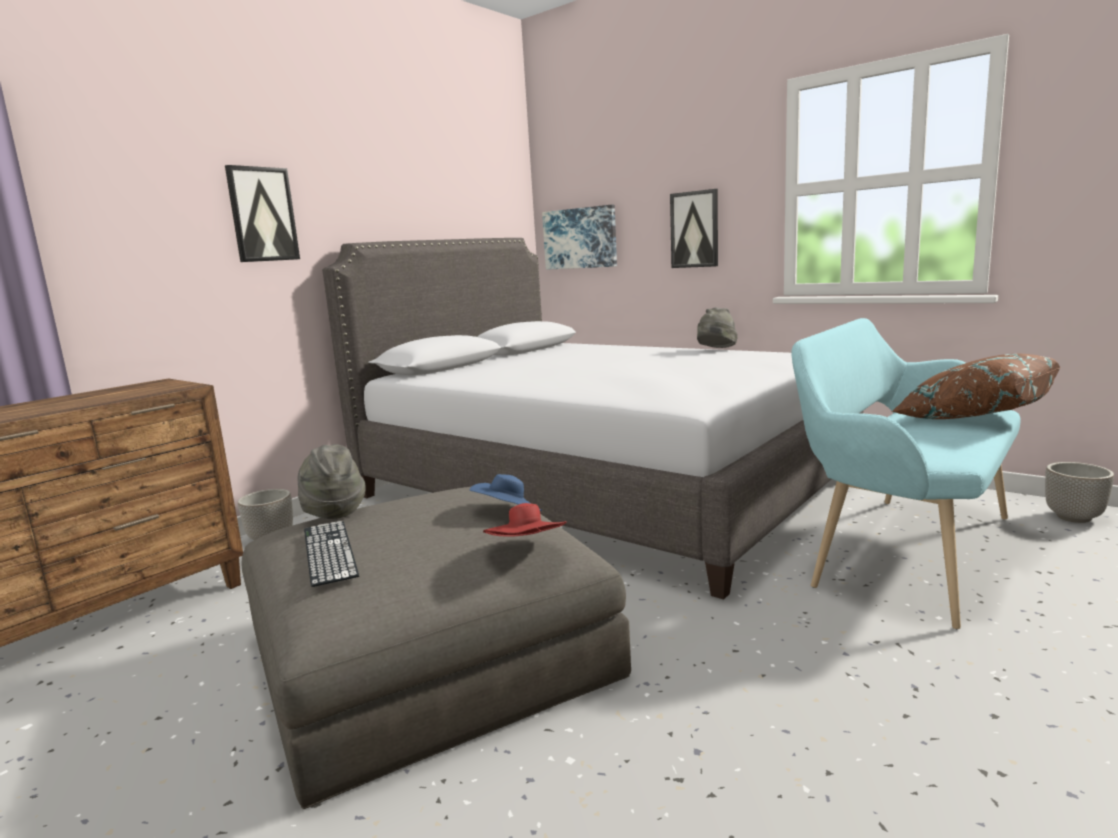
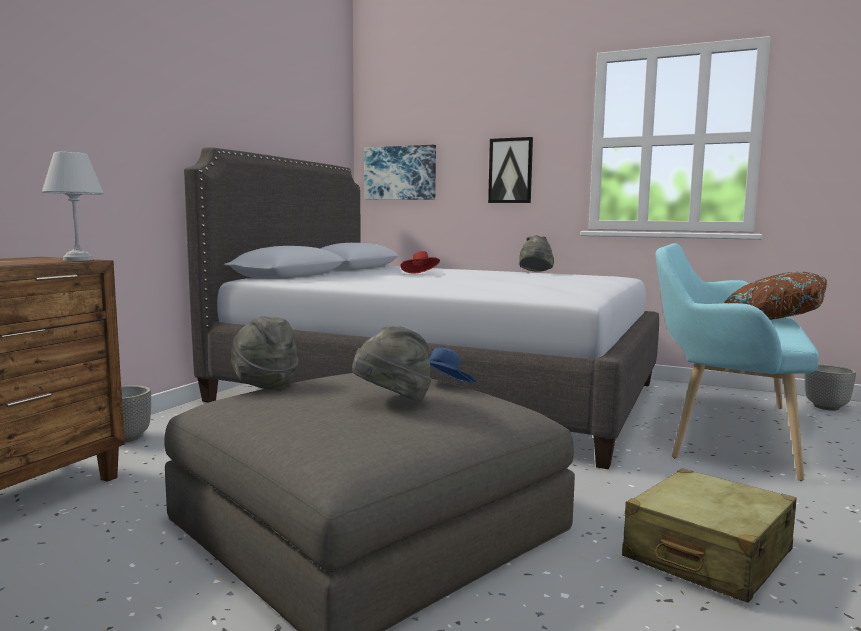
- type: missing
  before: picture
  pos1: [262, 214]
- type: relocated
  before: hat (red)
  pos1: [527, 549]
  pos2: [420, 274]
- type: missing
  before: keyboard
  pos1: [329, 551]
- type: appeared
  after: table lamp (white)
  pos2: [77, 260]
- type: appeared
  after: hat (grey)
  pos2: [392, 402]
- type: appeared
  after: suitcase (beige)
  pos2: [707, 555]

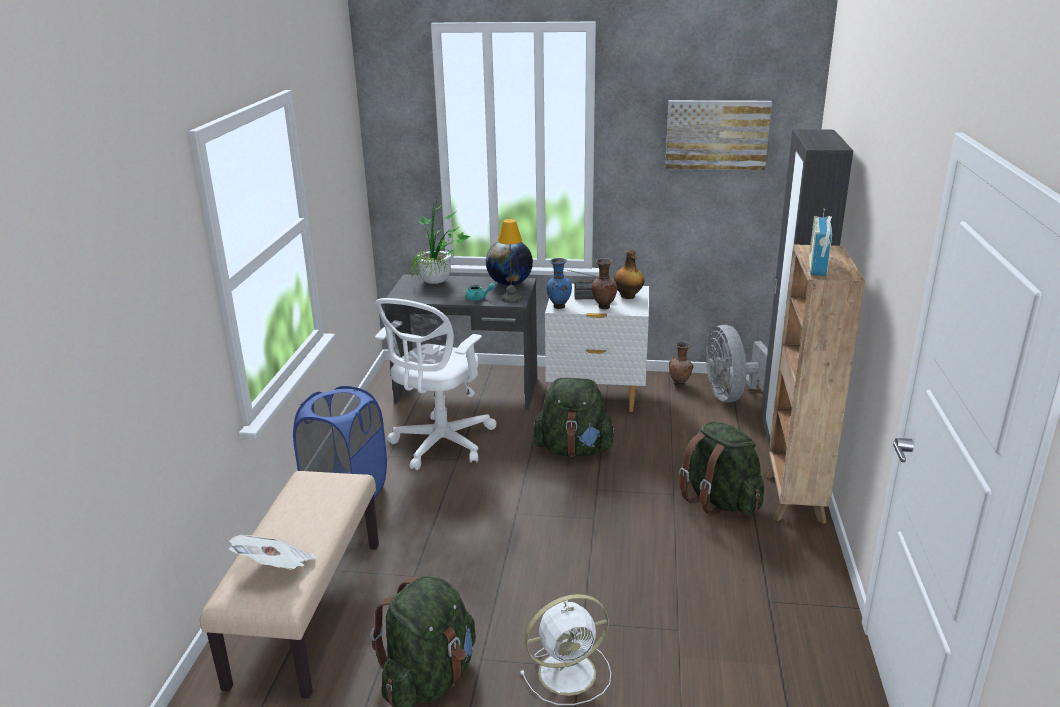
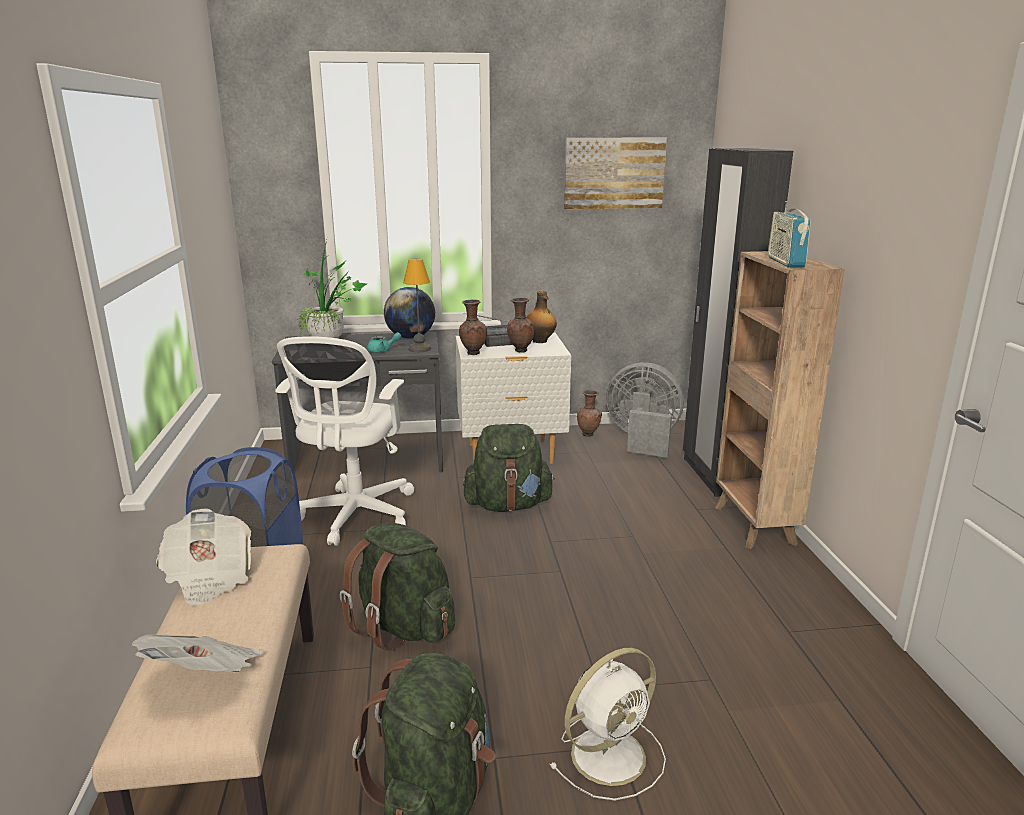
- type: colour
  before: vase (blue)
  after: vase (brown)
  pos1: [558, 306]
  pos2: [472, 353]
- type: spun
  before: fan (grey)
  pos1: [731, 395]
  pos2: [642, 440]
  turn: 135
- type: relocated
  before: backpack (green)
  pos1: [720, 501]
  pos2: [403, 627]
- type: appeared
  after: newspaper
  pos2: [209, 577]

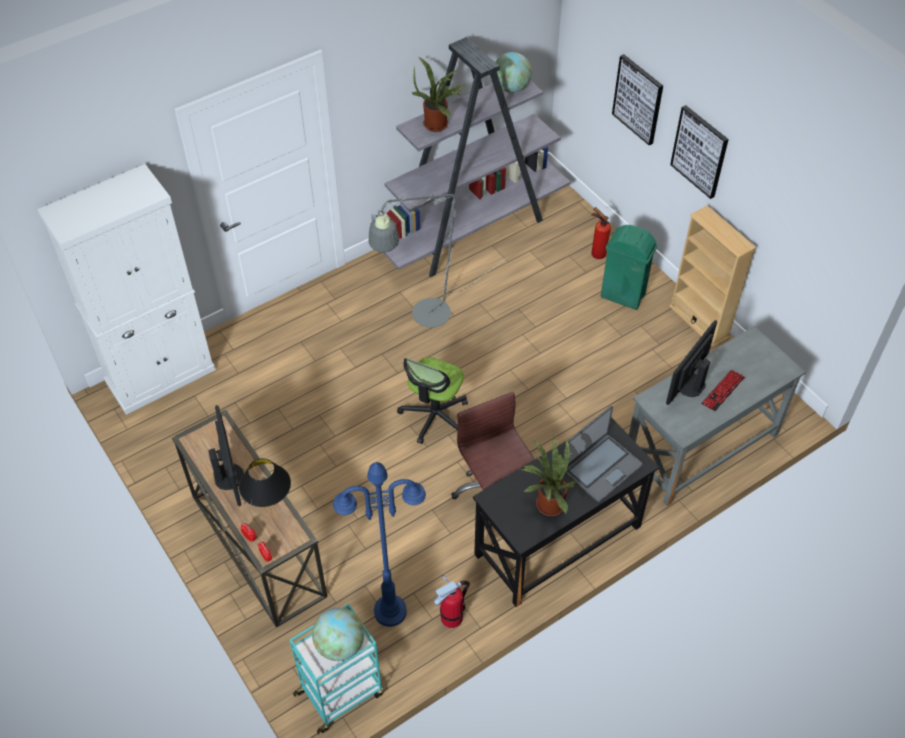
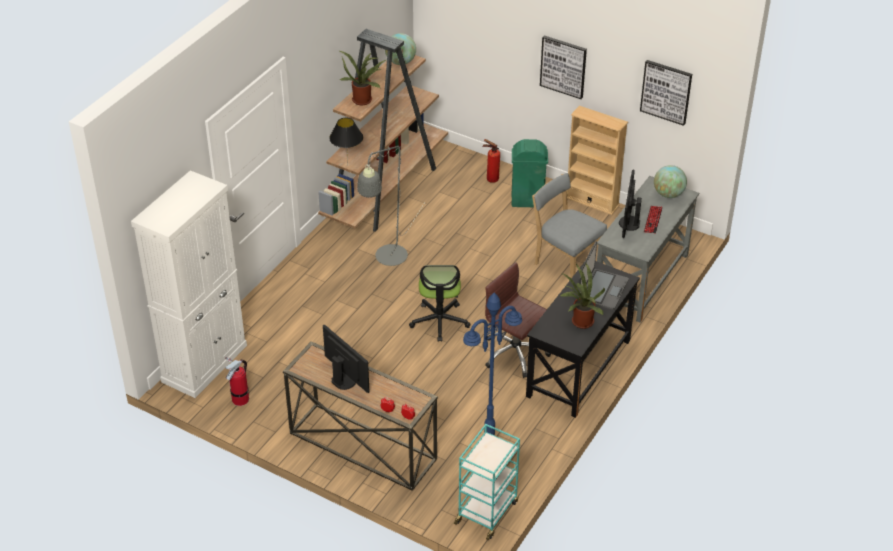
- type: colour
  before: bookcase (grey)
  after: bookcase (brown)
  pos1: [472, 229]
  pos2: [385, 190]
- type: relocated
  before: picture
  pos1: [638, 99]
  pos2: [666, 91]
- type: relocated
  before: table lamp (black)
  pos1: [271, 512]
  pos2: [348, 165]
- type: relocated
  before: fire extinguisher
  pos1: [451, 617]
  pos2: [240, 399]
- type: relocated
  before: globe
  pos1: [340, 645]
  pos2: [668, 194]
- type: appeared
  after: chair (grey)
  pos2: [565, 262]

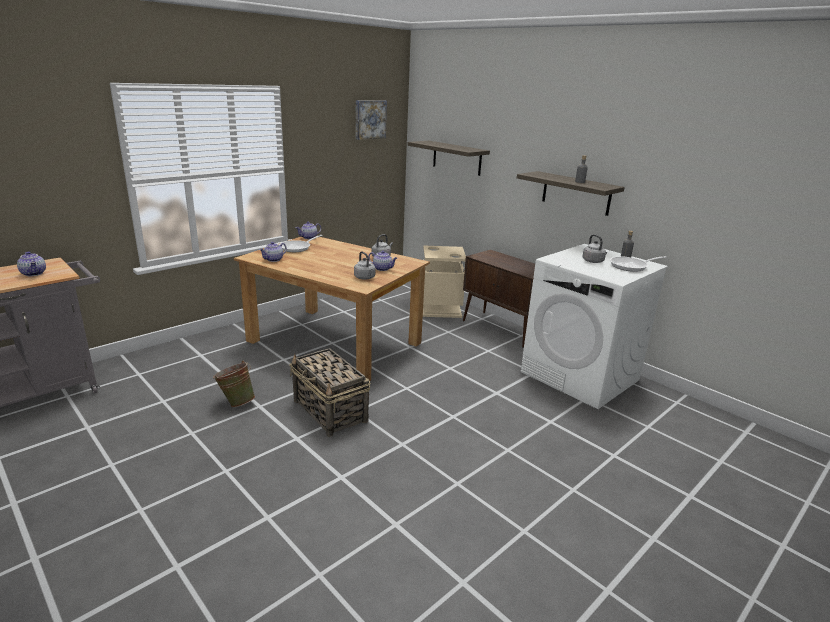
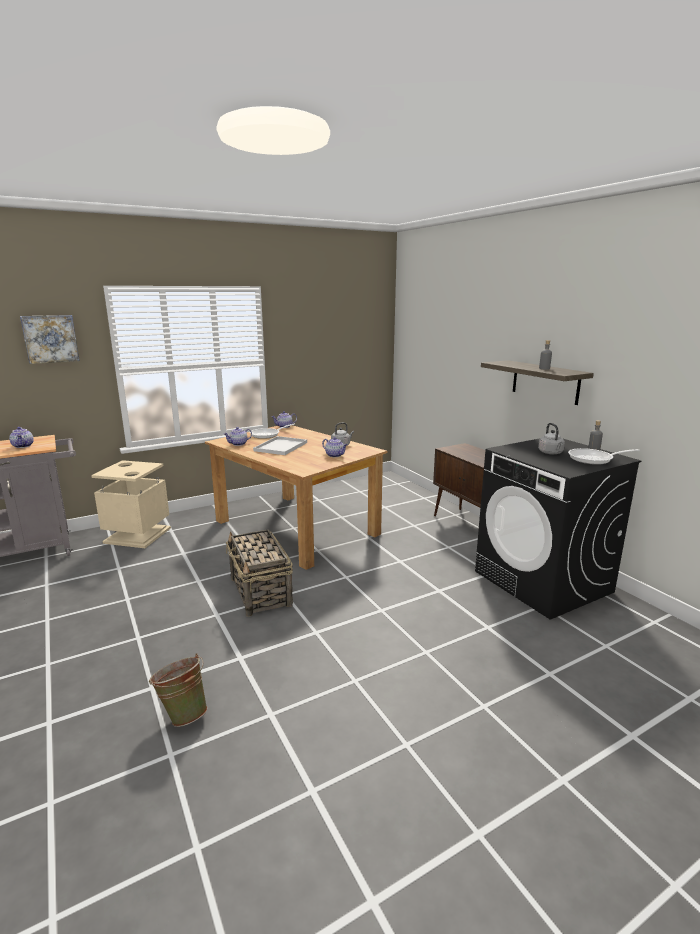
- type: relocated
  before: picture
  pos1: [369, 119]
  pos2: [50, 339]
- type: missing
  before: shelf
  pos1: [457, 158]
- type: colour
  before: washing machine (white)
  after: washing machine (black)
  pos1: [580, 376]
  pos2: [543, 582]
- type: relocated
  before: trash can (beige)
  pos1: [440, 309]
  pos2: [137, 535]
- type: missing
  before: kettle (grey)
  pos1: [365, 278]
- type: relocated
  before: bucket (green)
  pos1: [236, 402]
  pos2: [183, 714]
- type: appeared
  after: tray (white)
  pos2: [281, 447]

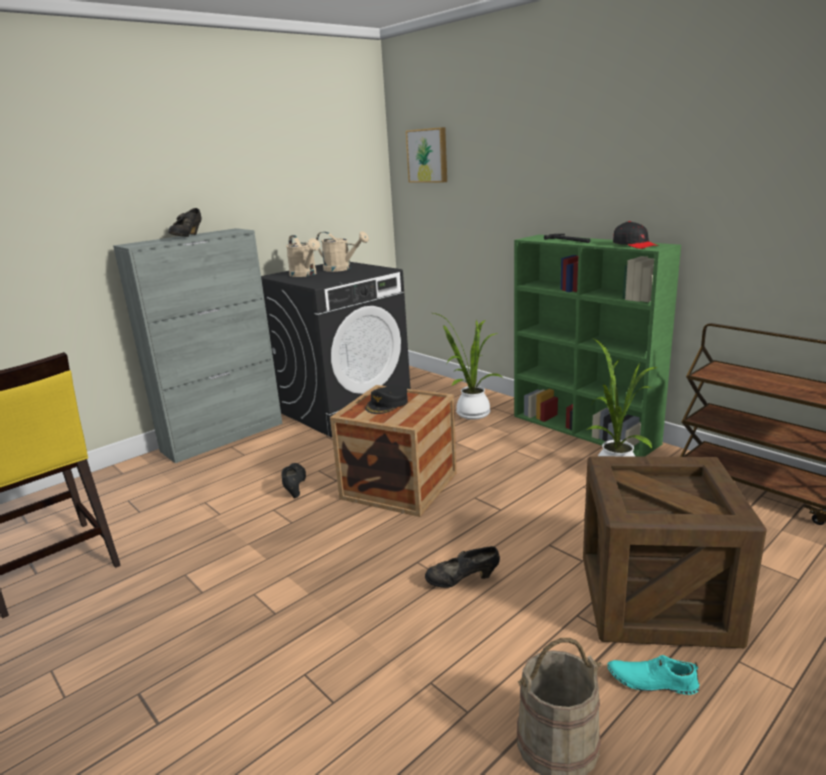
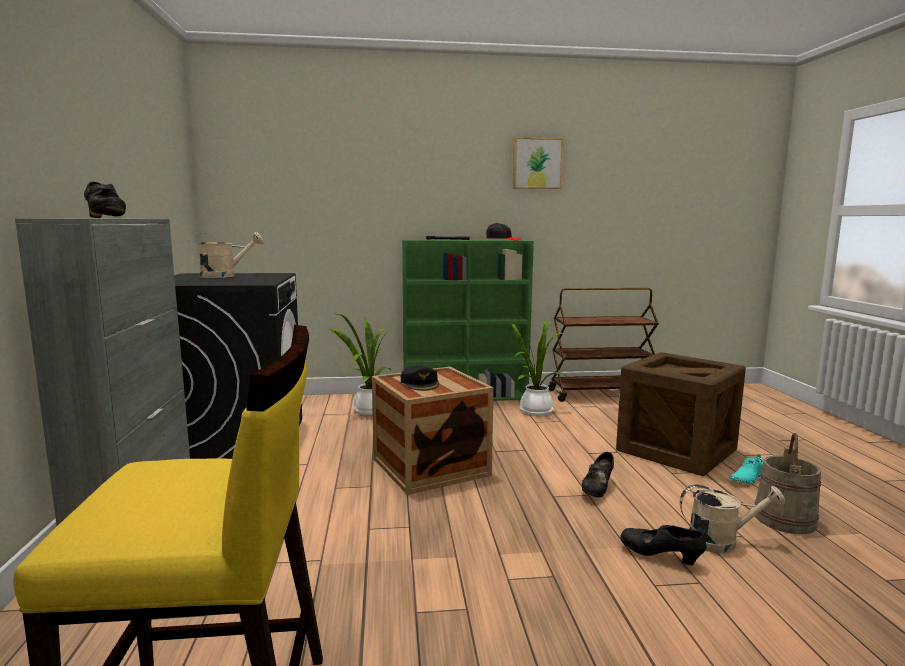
- type: relocated
  before: picture
  pos1: [428, 155]
  pos2: [537, 163]
- type: relocated
  before: watering can (beige)
  pos1: [305, 275]
  pos2: [721, 541]
- type: relocated
  before: shoe (black)
  pos1: [294, 487]
  pos2: [660, 556]

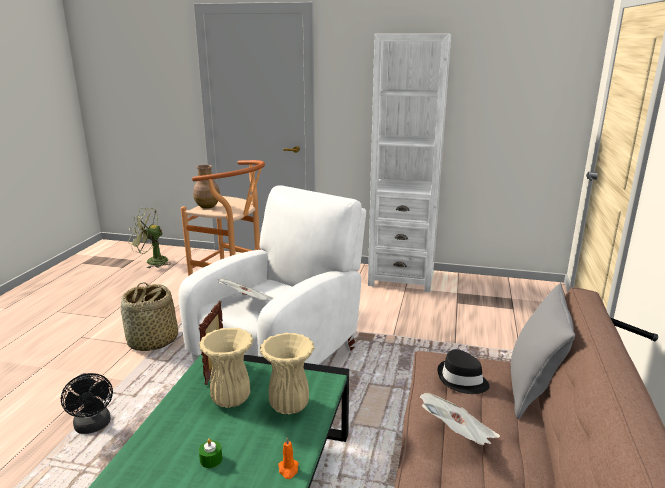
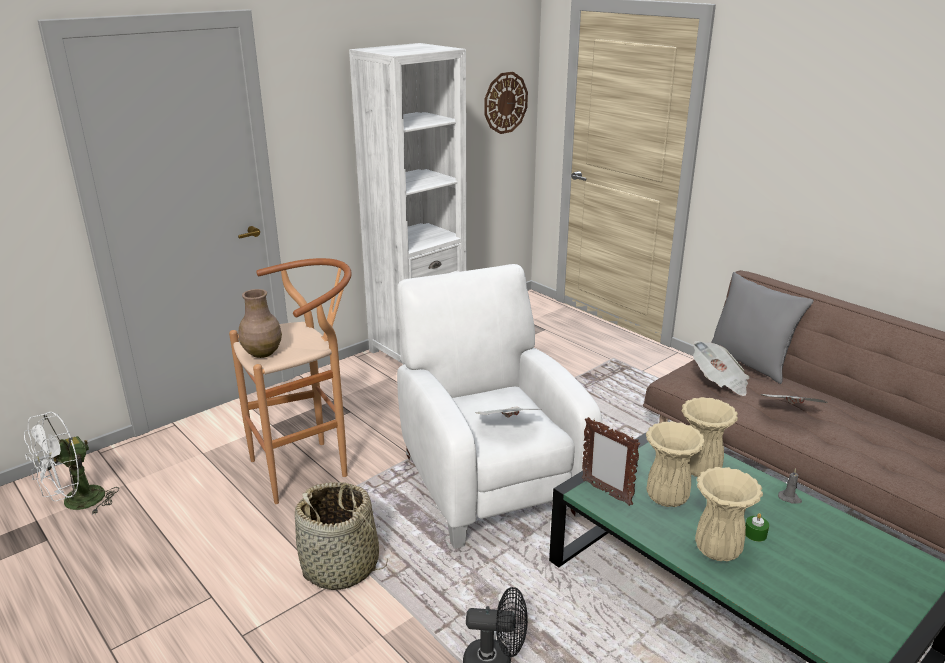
- type: colour
  before: fan (green)
  after: fan (white)
  pos1: [152, 261]
  pos2: [76, 503]
- type: exchanged
  before: hat (black)
  after: newspaper
  pos1: [462, 380]
  pos2: [719, 382]
- type: colour
  before: candle (orange)
  after: candle (grey)
  pos1: [288, 469]
  pos2: [790, 498]
- type: appeared
  after: wall clock
  pos2: [505, 103]
- type: appeared
  after: vase (beige)
  pos2: [718, 551]

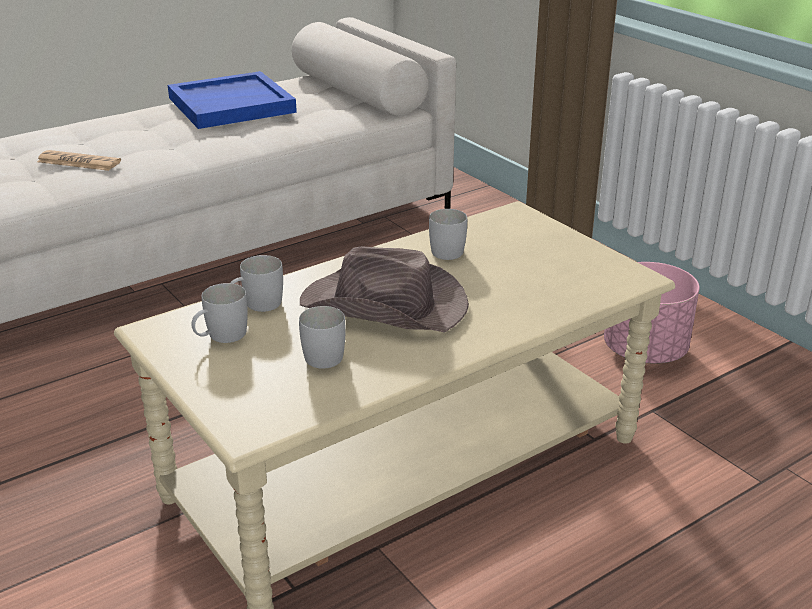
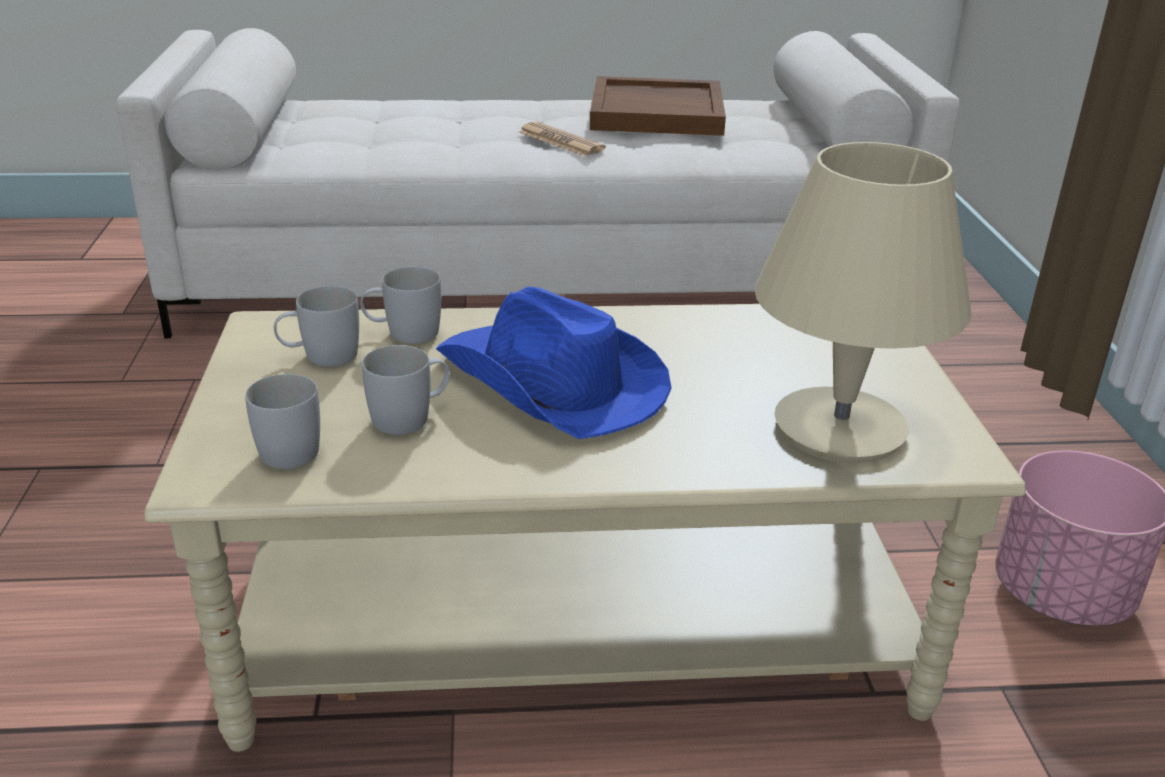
- type: colour
  before: tray (blue)
  after: tray (brown)
  pos1: [232, 104]
  pos2: [658, 113]
- type: relocated
  before: newspaper
  pos1: [79, 162]
  pos2: [560, 141]
- type: relocated
  before: mug (white)
  pos1: [443, 249]
  pos2: [294, 446]
- type: colour
  before: hat (brown)
  after: hat (blue)
  pos1: [385, 306]
  pos2: [551, 383]
- type: appeared
  after: table lamp (beige)
  pos2: [841, 429]

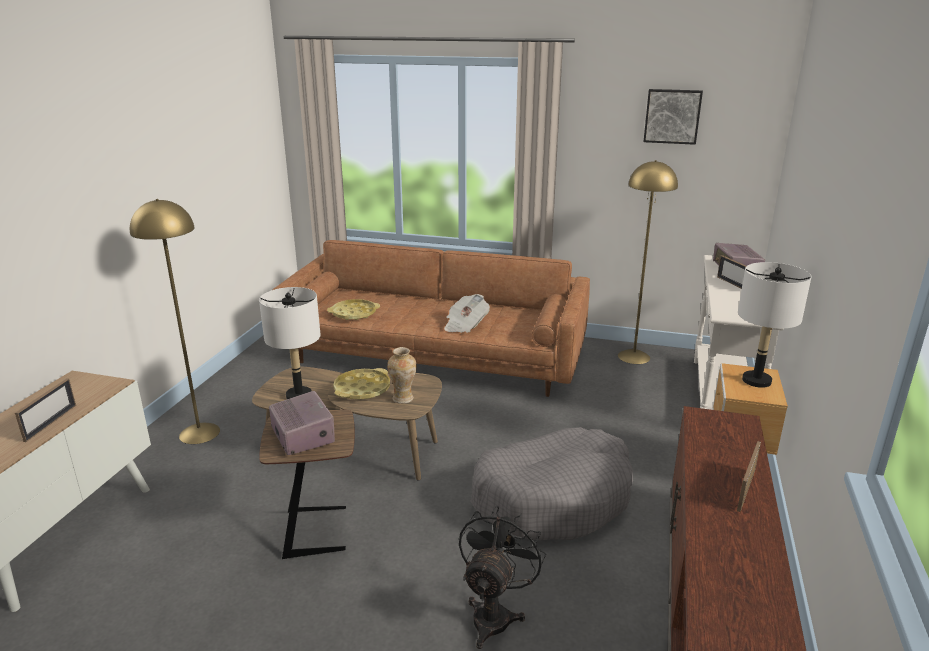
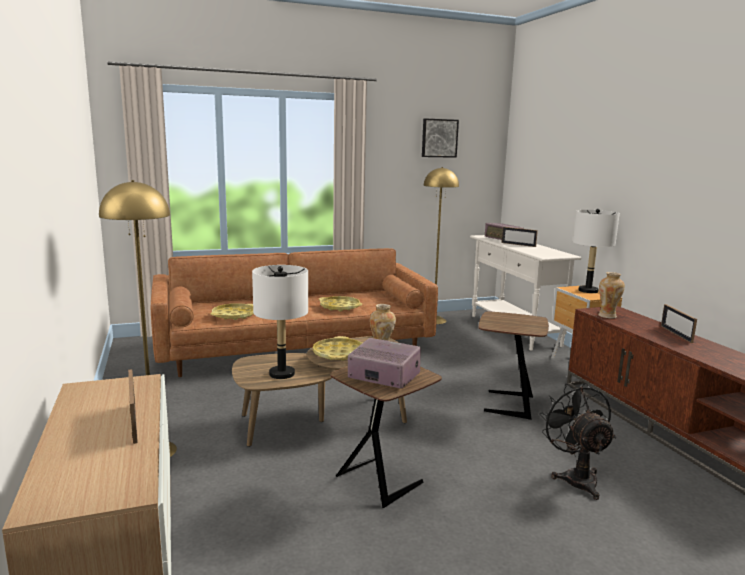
- type: exchanged
  before: newspaper
  after: tray (yellow)
  pos1: [465, 325]
  pos2: [340, 307]
- type: exchanged
  before: dog bed (grey)
  after: side table (brown)
  pos1: [553, 498]
  pos2: [507, 404]
- type: appeared
  after: vase
  pos2: [608, 316]

